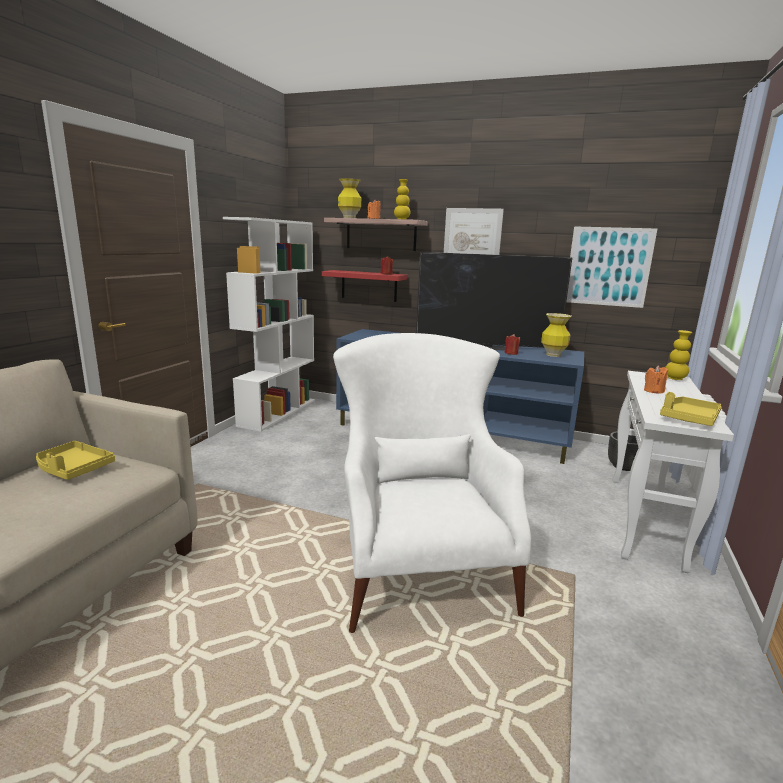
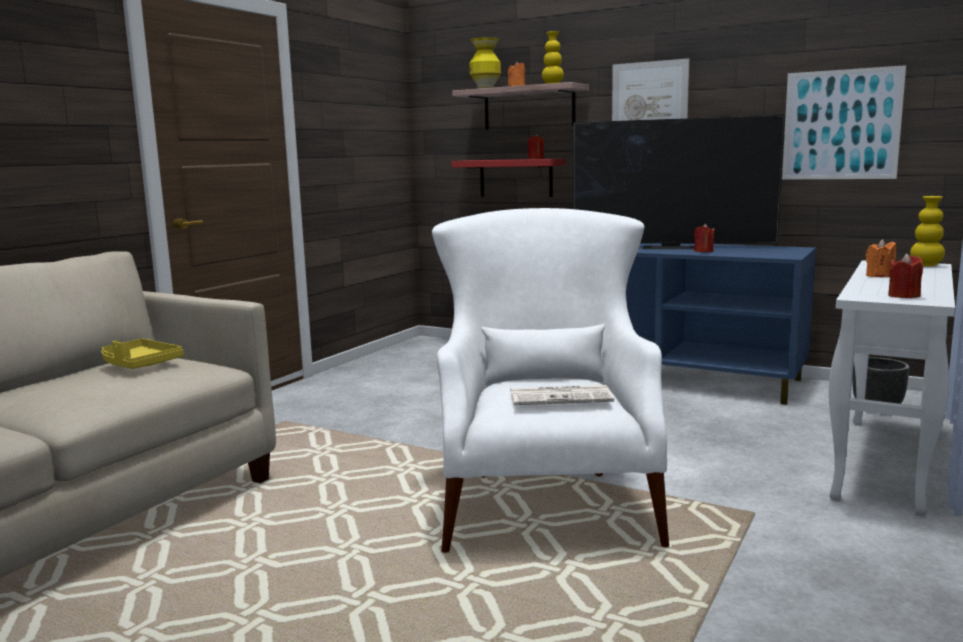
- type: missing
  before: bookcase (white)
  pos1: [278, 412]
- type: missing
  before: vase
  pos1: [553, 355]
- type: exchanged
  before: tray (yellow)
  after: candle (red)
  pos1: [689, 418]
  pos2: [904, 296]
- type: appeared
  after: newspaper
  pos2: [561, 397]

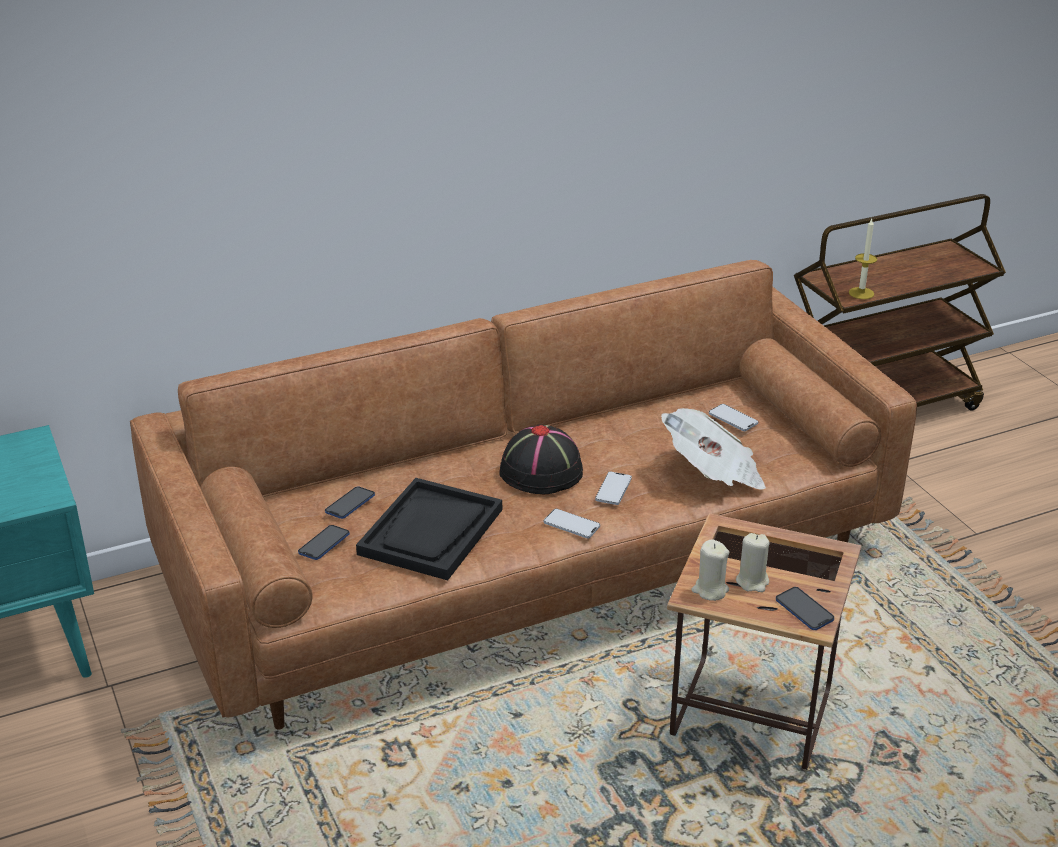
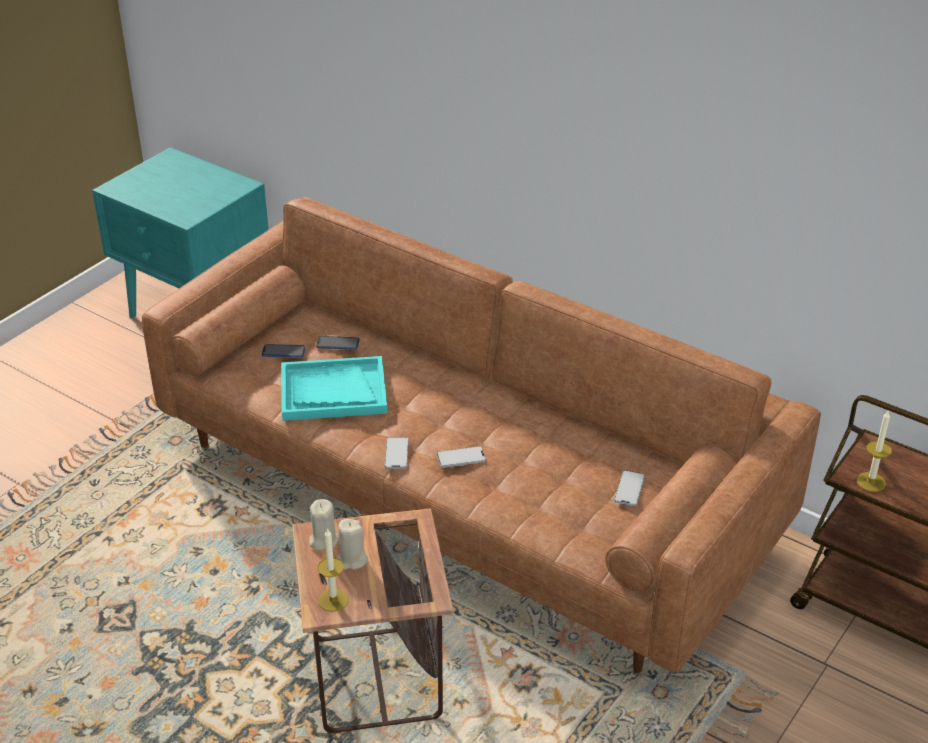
- type: missing
  before: newspaper
  pos1: [713, 474]
- type: missing
  before: hat (black)
  pos1: [542, 471]
- type: colour
  before: tray (black)
  after: tray (turquoise)
  pos1: [431, 532]
  pos2: [333, 391]
- type: exchanged
  before: phone
  after: candle
  pos1: [804, 610]
  pos2: [333, 600]

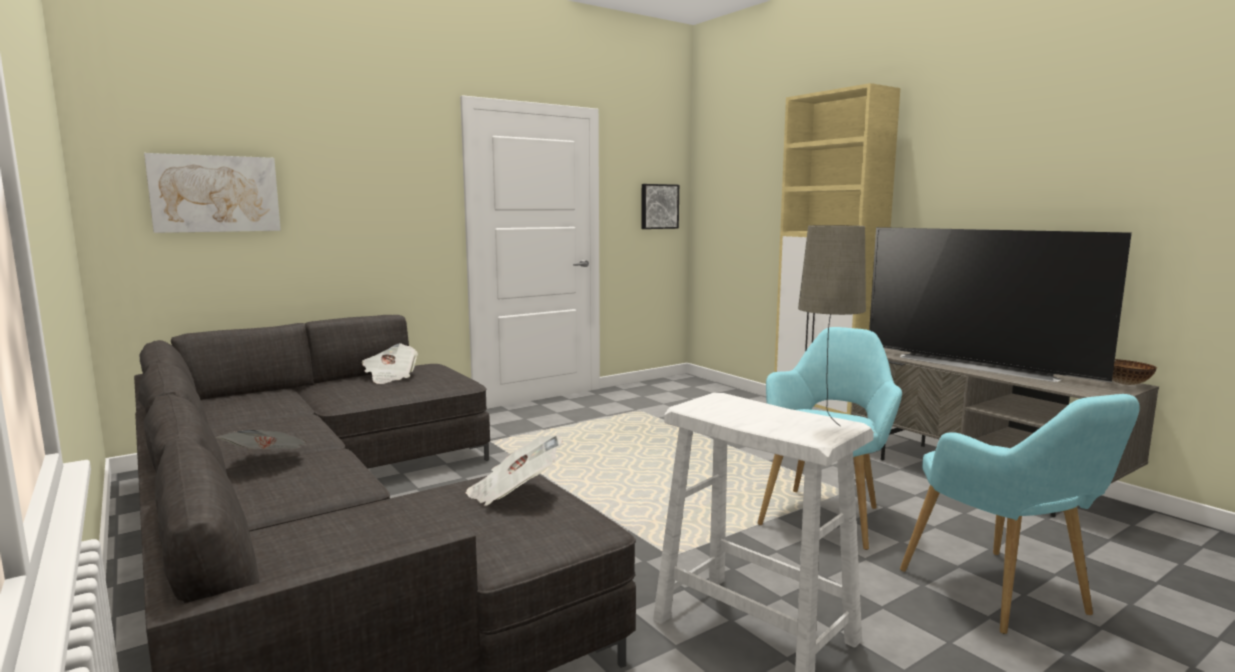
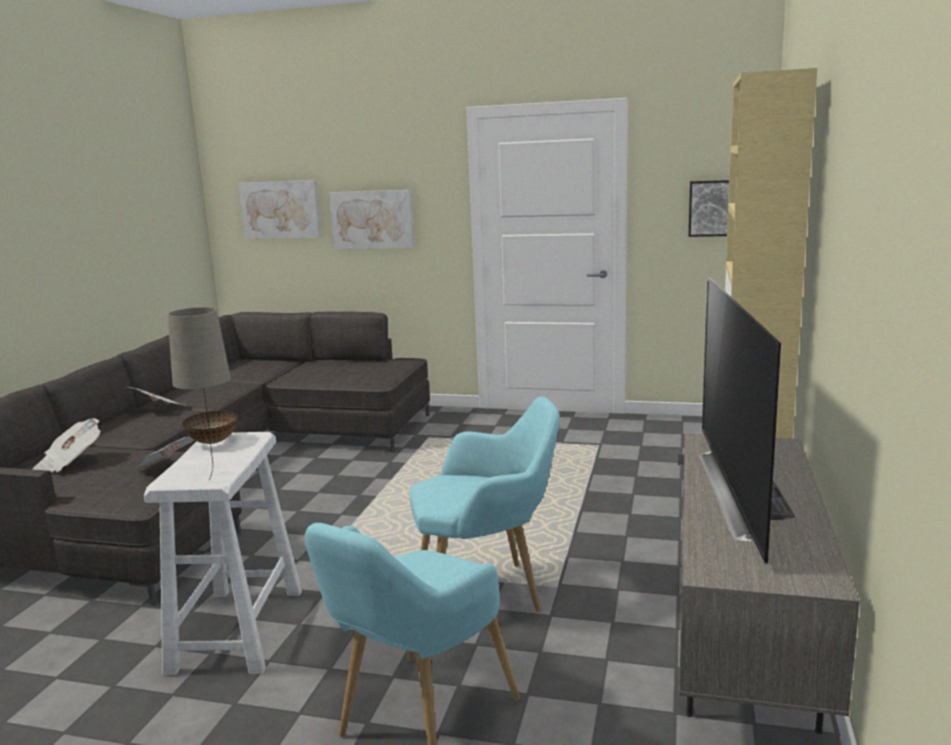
- type: relocated
  before: newspaper
  pos1: [390, 377]
  pos2: [69, 463]
- type: relocated
  before: bowl
  pos1: [1126, 384]
  pos2: [212, 442]
- type: appeared
  after: picture
  pos2: [372, 219]

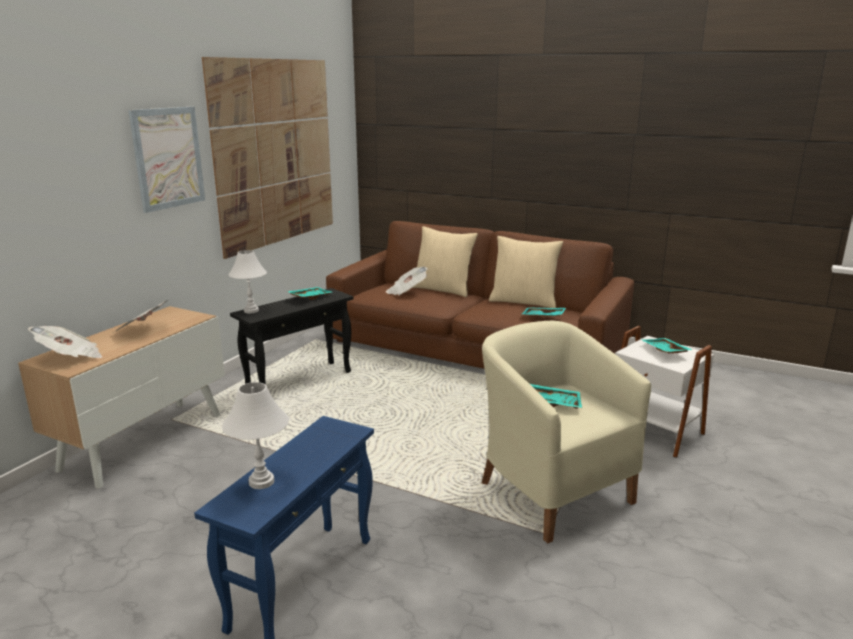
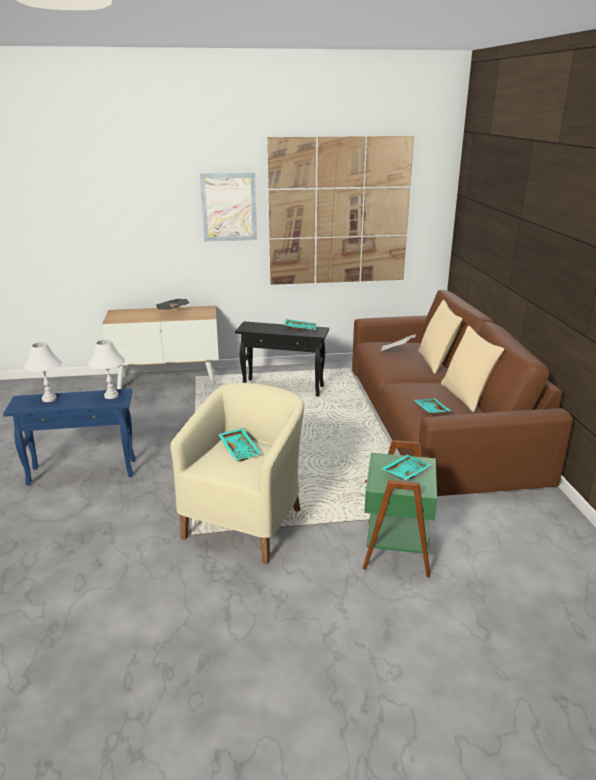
- type: relocated
  before: table lamp (white)
  pos1: [251, 310]
  pos2: [111, 396]
- type: missing
  before: newspaper
  pos1: [71, 357]
- type: colour
  before: side table (white)
  after: side table (green)
  pos1: [653, 432]
  pos2: [395, 547]

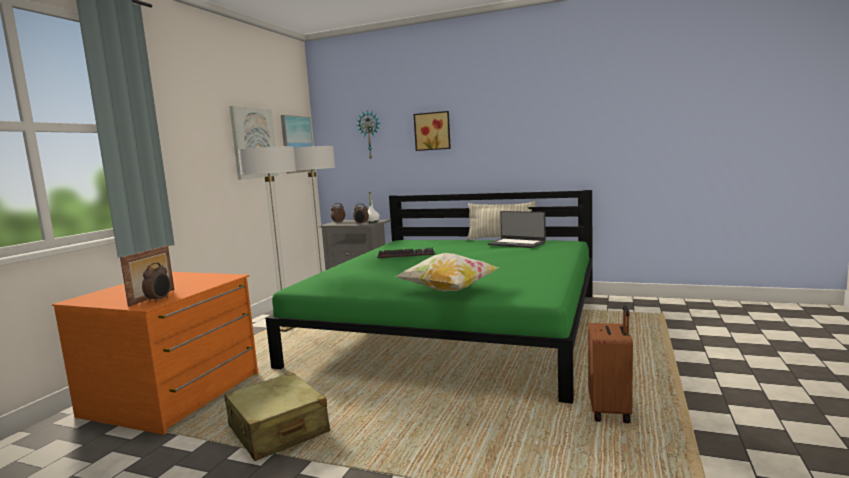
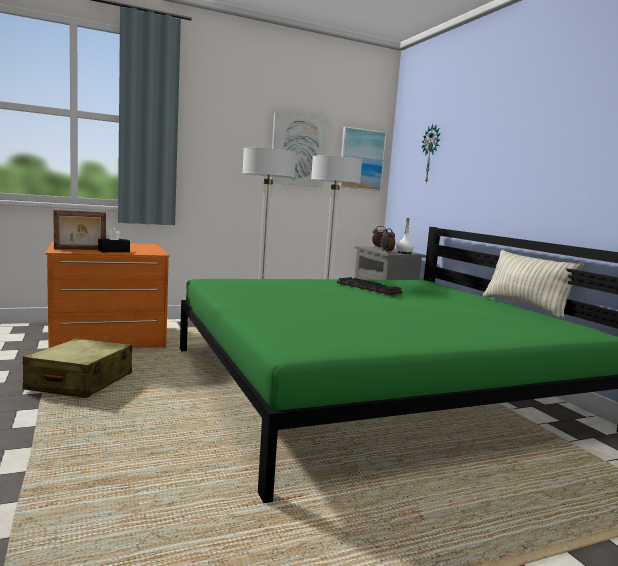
- type: missing
  before: picture
  pos1: [432, 131]
- type: missing
  before: laptop
  pos1: [516, 243]
- type: missing
  before: pillow
  pos1: [448, 290]
- type: missing
  before: alarm clock
  pos1: [159, 300]
- type: missing
  before: suitcase (brown)
  pos1: [611, 411]
- type: appeared
  after: tissue box (black)
  pos2: [114, 251]

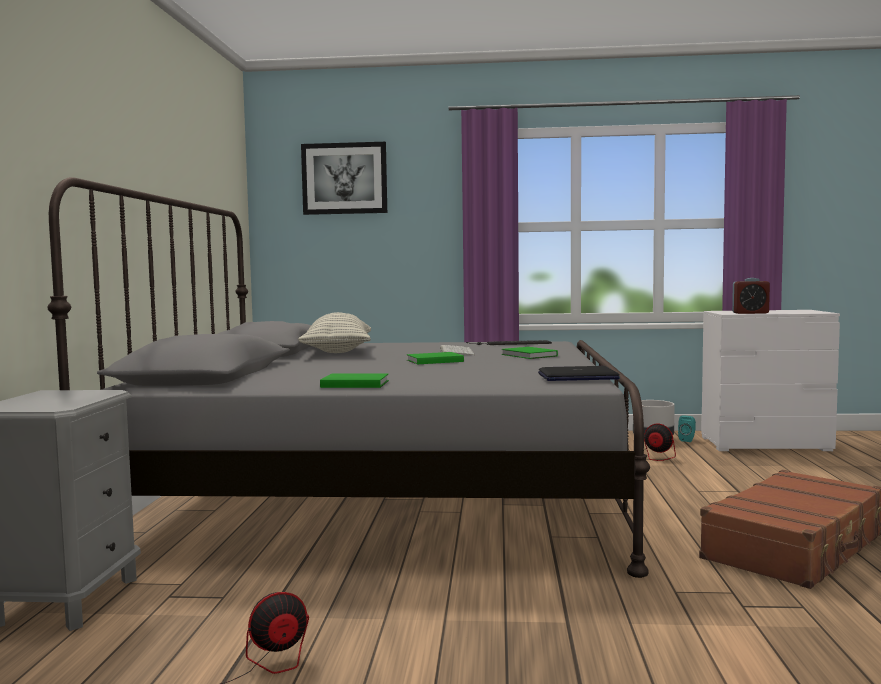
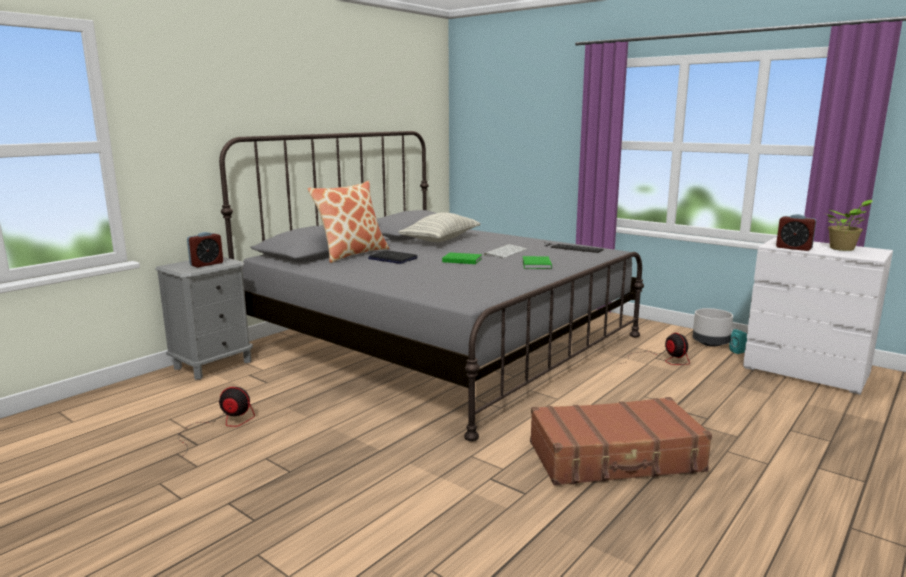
- type: missing
  before: picture
  pos1: [344, 178]
- type: relocated
  before: laptop
  pos1: [577, 376]
  pos2: [392, 258]
- type: missing
  before: book (green)
  pos1: [353, 384]
- type: appeared
  after: pillow
  pos2: [351, 254]
- type: appeared
  after: potted plant
  pos2: [843, 249]
- type: appeared
  after: alarm clock
  pos2: [206, 264]

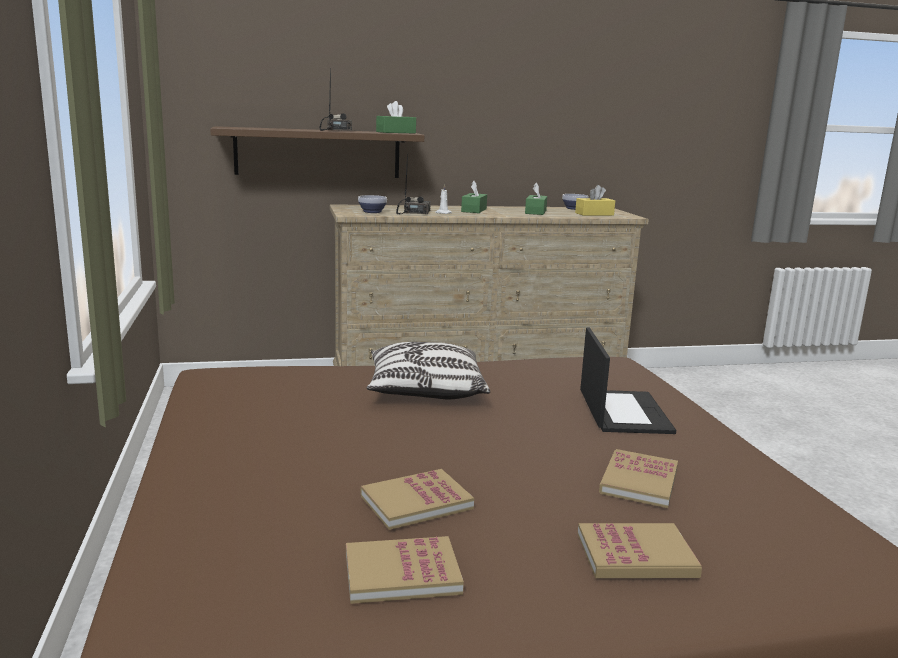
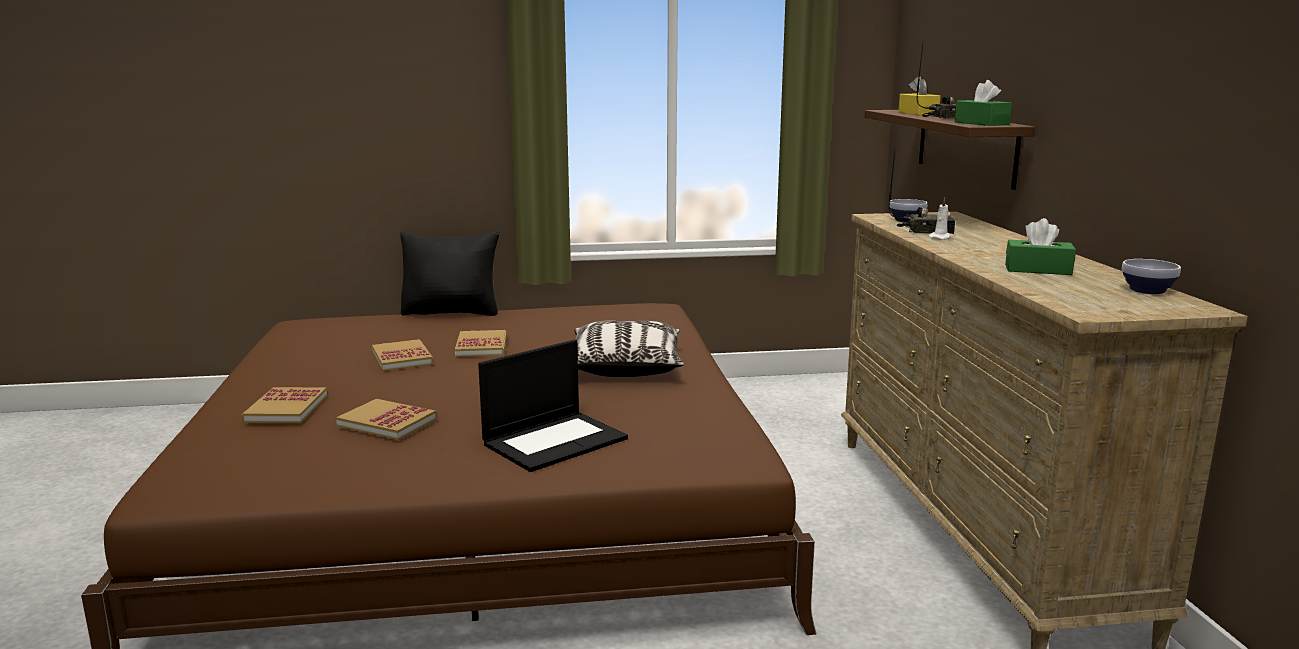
- type: missing
  before: tissue box (green)
  pos1: [474, 210]
- type: relocated
  before: tissue box (yellow)
  pos1: [594, 214]
  pos2: [918, 113]
- type: spun
  before: laptop
  pos1: [623, 411]
  pos2: [555, 441]
  turn: -45
- type: relocated
  before: book
  pos1: [402, 573]
  pos2: [481, 347]
- type: appeared
  after: pillow (black)
  pos2: [452, 312]

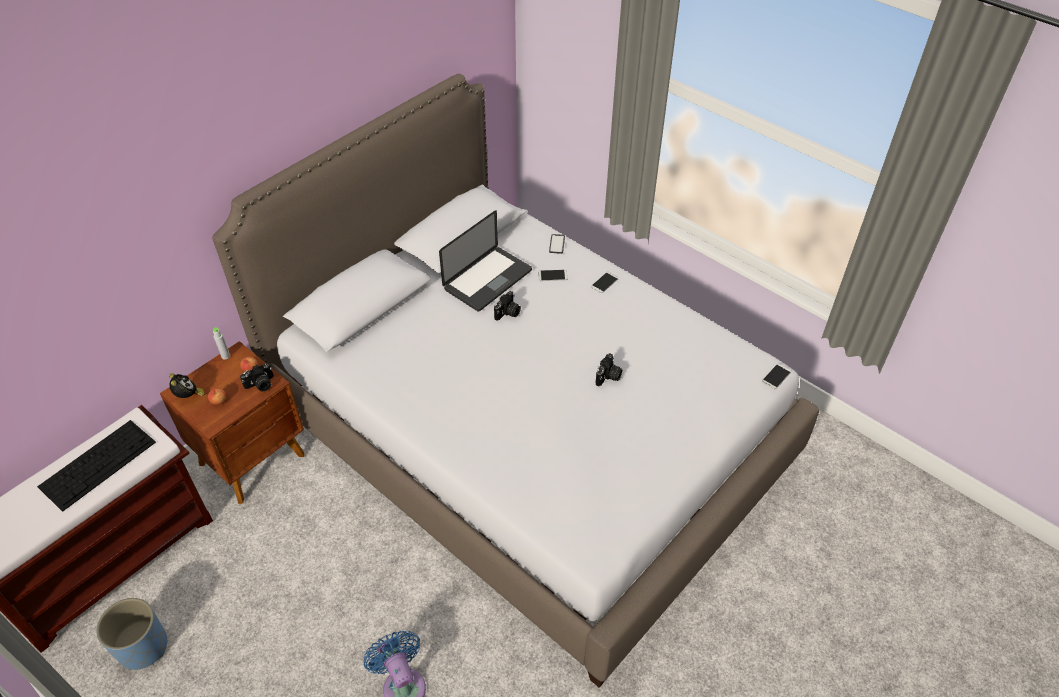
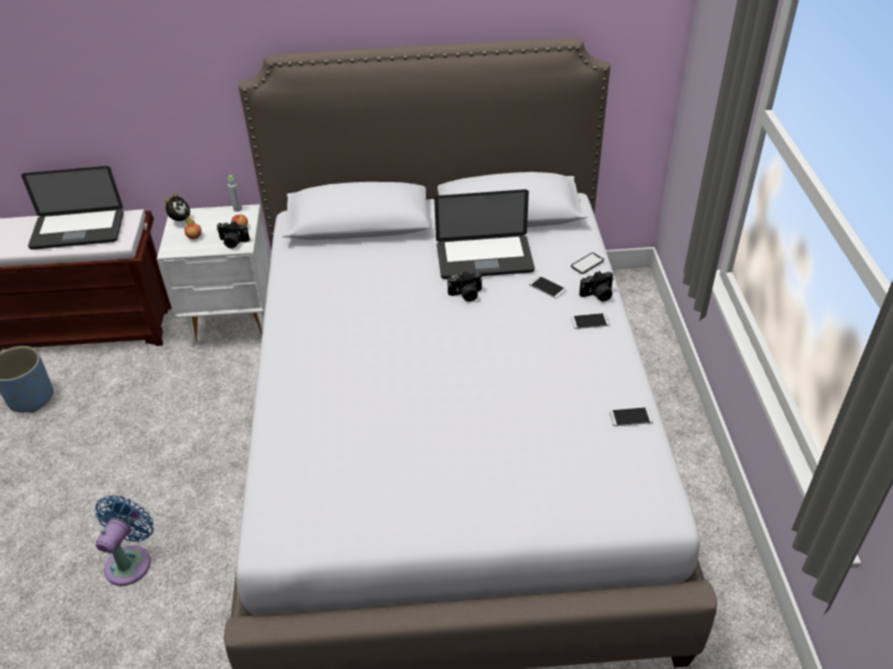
- type: colour
  before: nightstand (brown)
  after: nightstand (white)
  pos1: [254, 459]
  pos2: [234, 321]
- type: relocated
  before: photo camera
  pos1: [608, 377]
  pos2: [598, 295]
- type: relocated
  before: phone
  pos1: [776, 376]
  pos2: [630, 417]
- type: exchanged
  before: keyboard
  after: laptop
  pos1: [98, 463]
  pos2: [78, 230]

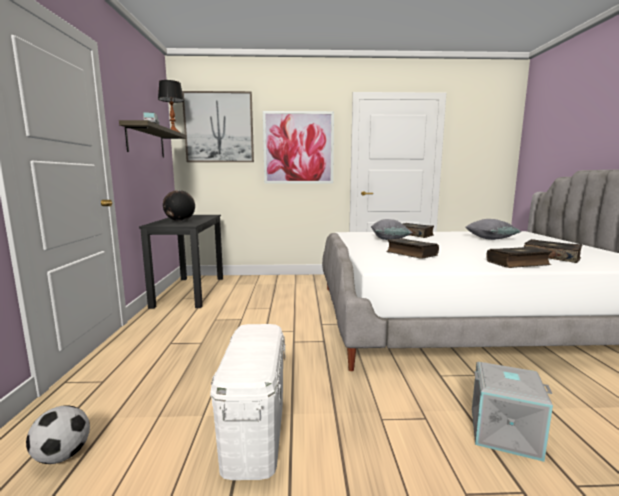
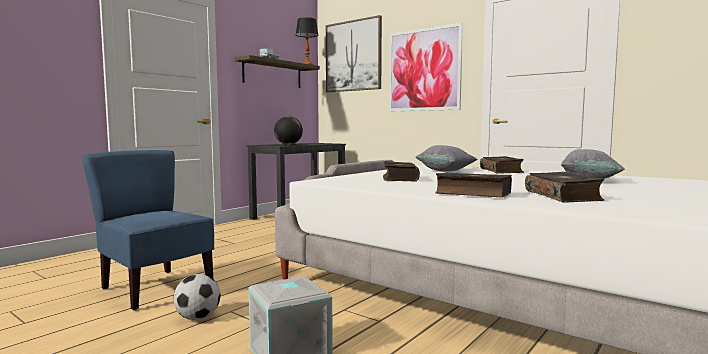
- type: exchanged
  before: storage box (white)
  after: chair (blue)
  pos1: [254, 432]
  pos2: [155, 288]
- type: relocated
  before: football
  pos1: [63, 456]
  pos2: [198, 318]

